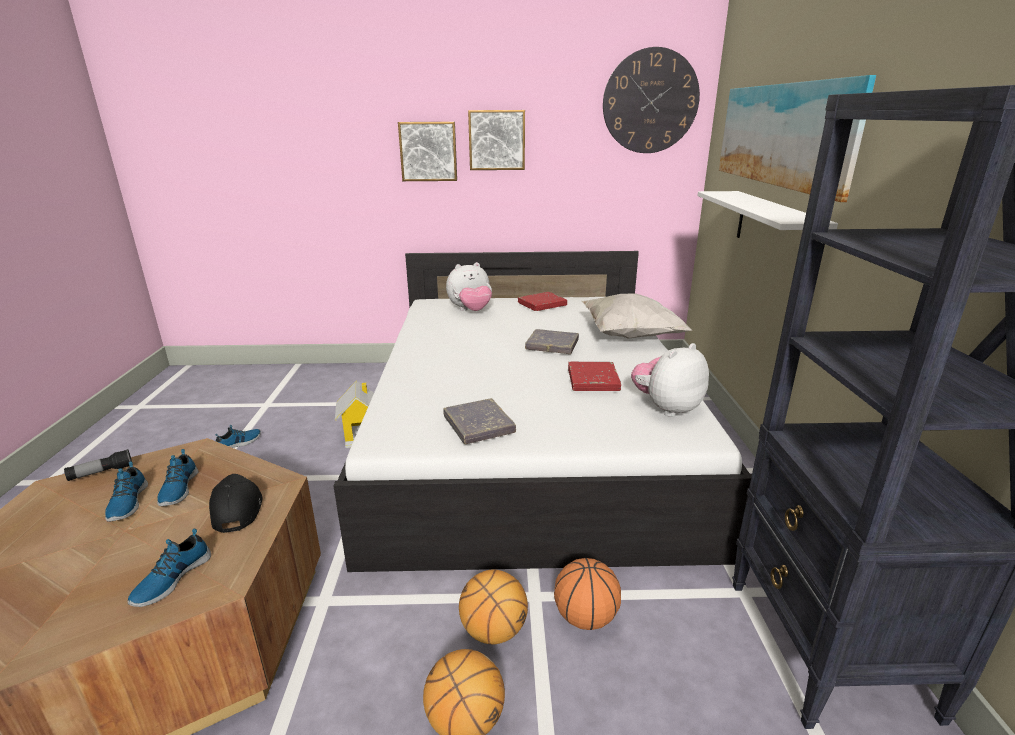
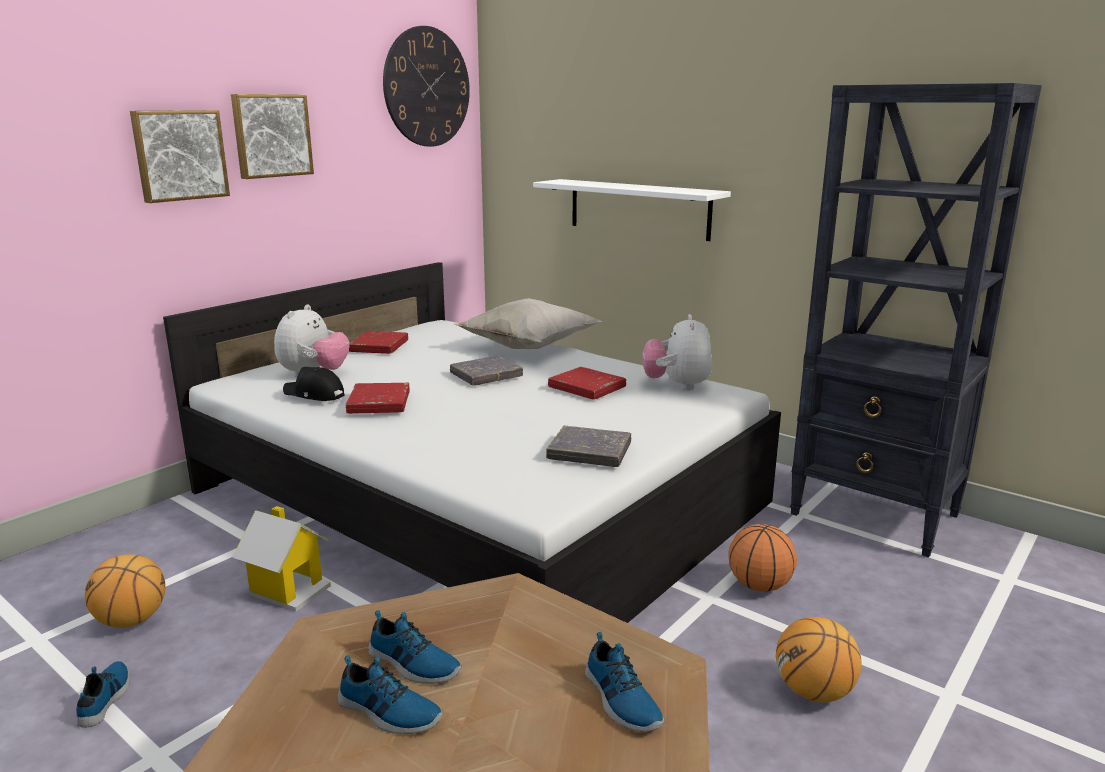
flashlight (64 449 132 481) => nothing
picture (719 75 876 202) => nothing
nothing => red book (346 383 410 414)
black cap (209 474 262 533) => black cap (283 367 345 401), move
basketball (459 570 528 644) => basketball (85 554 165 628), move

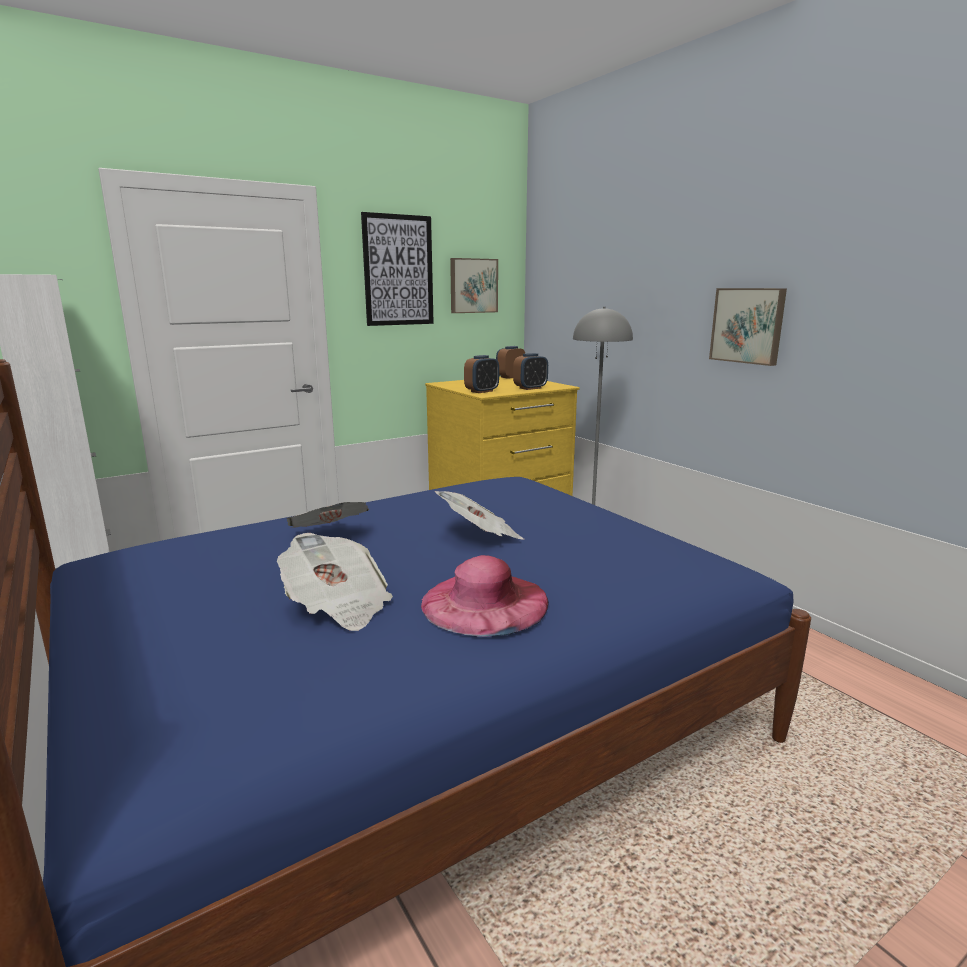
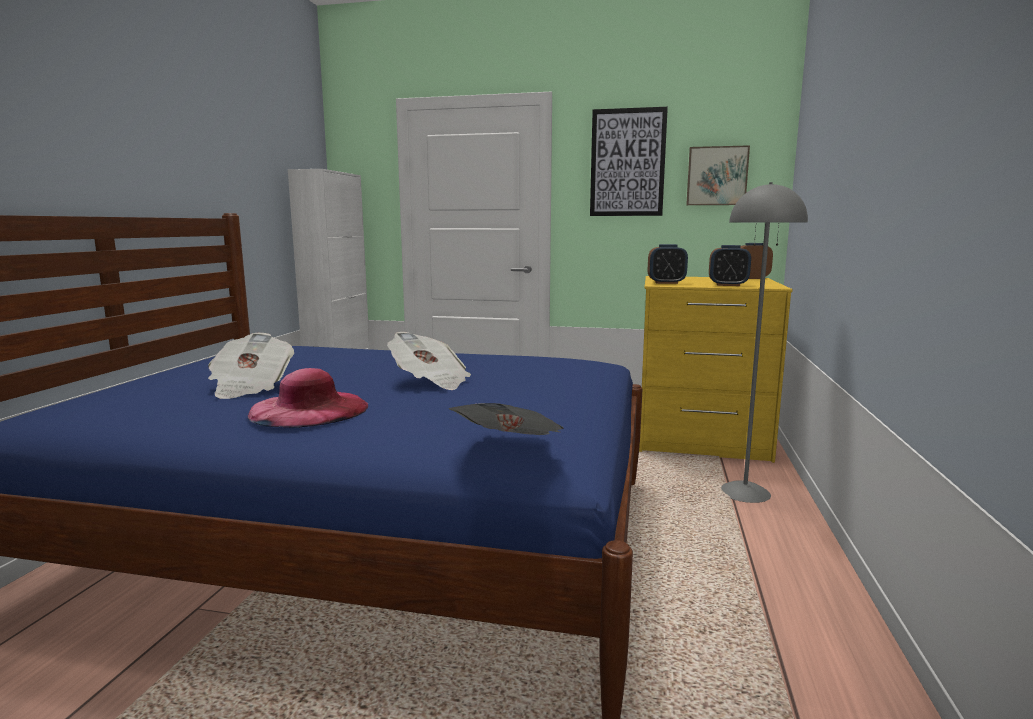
picture (709 288 787 366) => nothing
newspaper (286 502 369 528) => newspaper (448 403 563 435), move

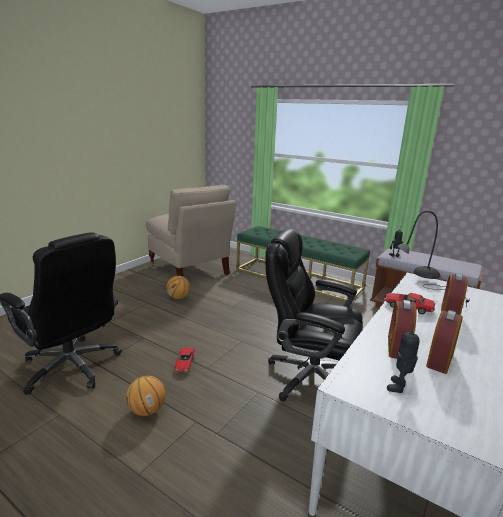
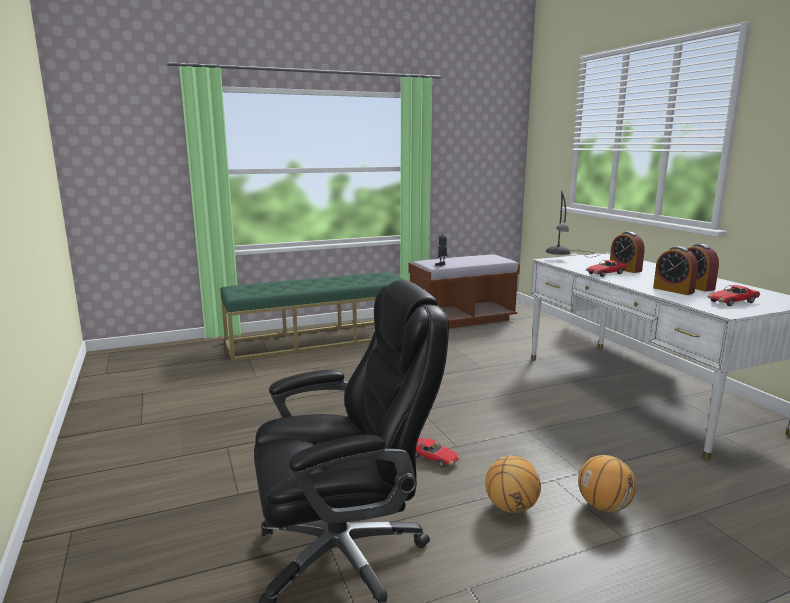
beige chair (146 185 236 277) => nothing
black office chair (265 229 363 401) => nothing
basketball (166 276 190 299) => basketball (578 455 636 512), move
toy robot (387 324 420 393) => toy car (707 285 760 306)

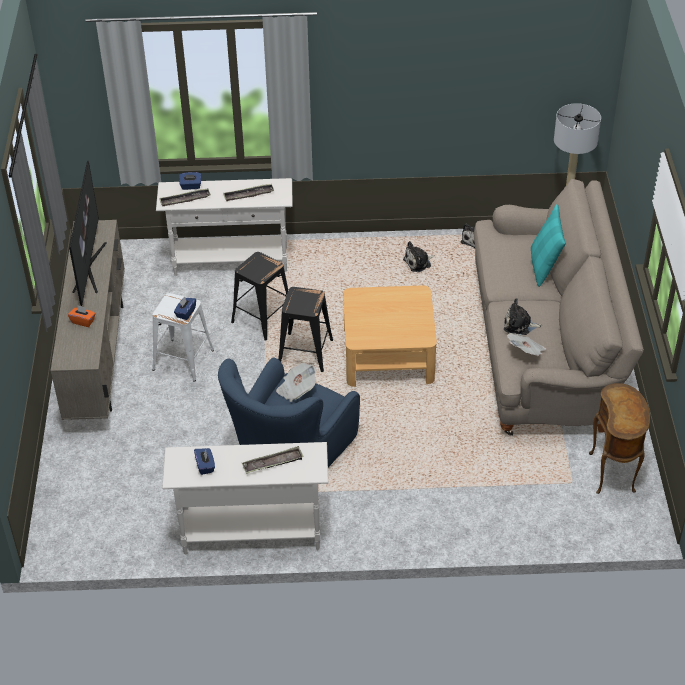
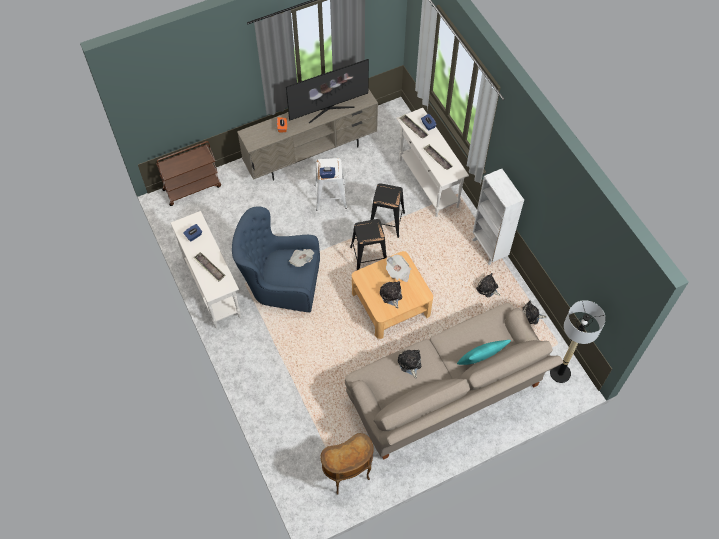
nothing => brown cart (156 141 221 206)
nothing => plush toy (380 281 402 308)
nothing => white bookcase (472 169 524 265)
newspaper (507 333 546 356) => newspaper (386 254 411 282), move

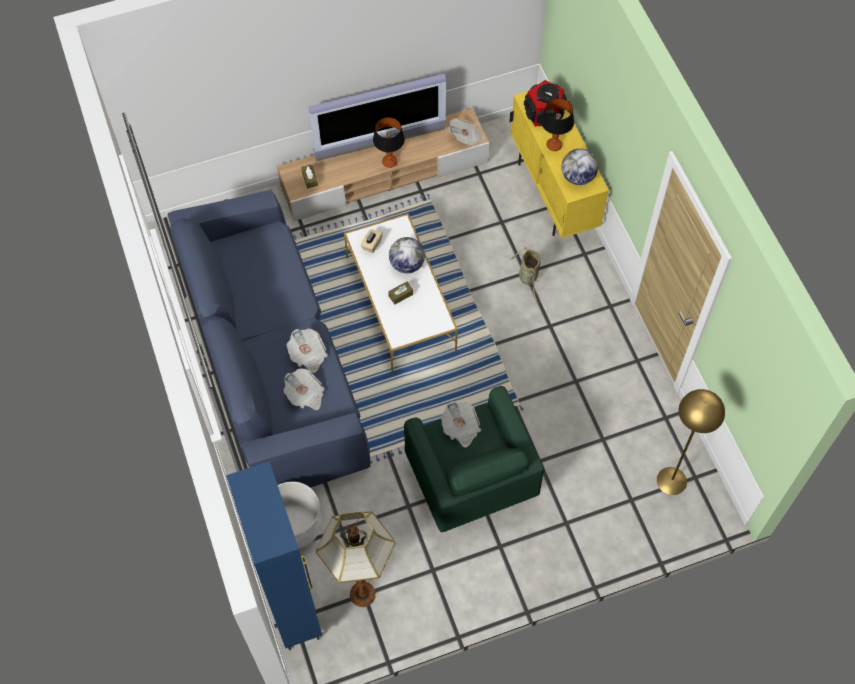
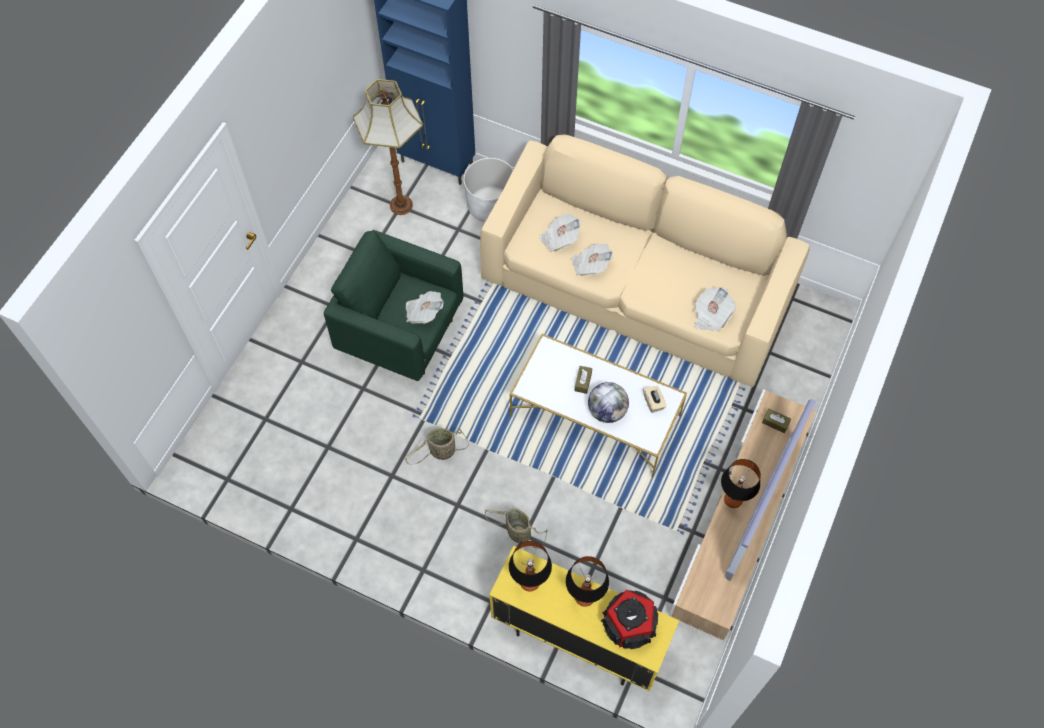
yellow floor lamp (657 389 725 495) => nothing
nothing => basket (405 428 469 465)
newspaper (448 118 485 146) => newspaper (694 287 736 332), move
globe (562 148 598 185) => table lamp (509 541 552 591)
blue sofa (167 190 370 488) => beige sofa (480 134 810 387)

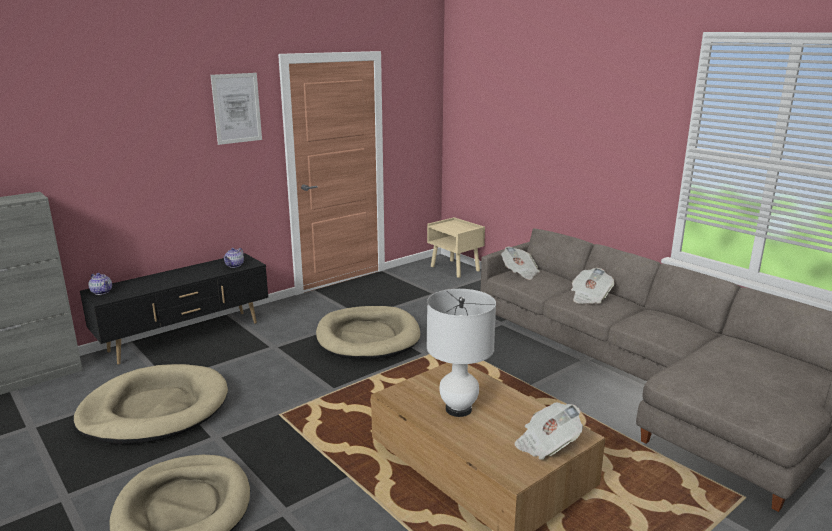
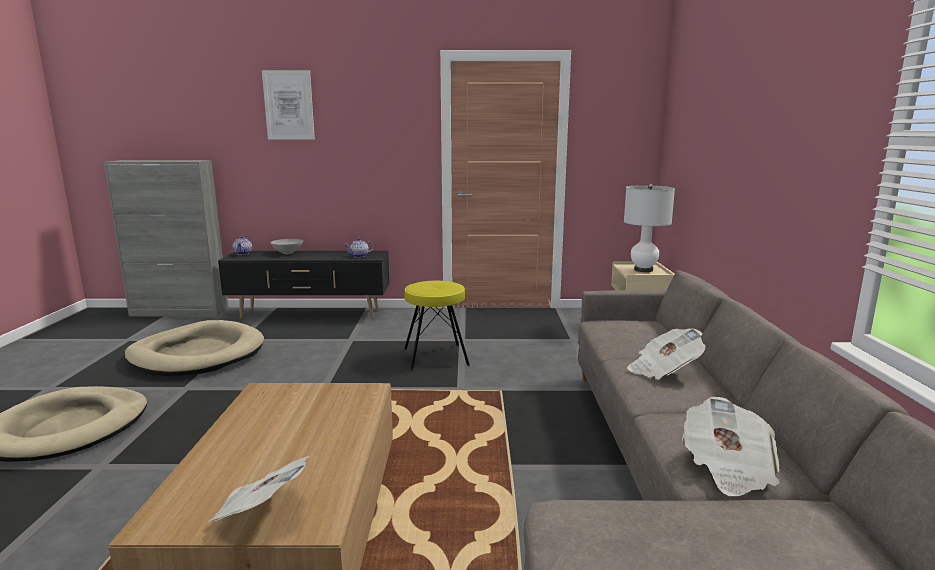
nothing => grey bowl (270 239 303 254)
picture (211 73 262 145) => picture (262 70 315 139), move
white table lamp (427 289 496 417) => white table lamp (624 184 675 272), move
newspaper (501 247 540 280) => newspaper (682 397 780 497), move
beige dog bed (316 306 420 359) => yellow stool (404 281 470 371)

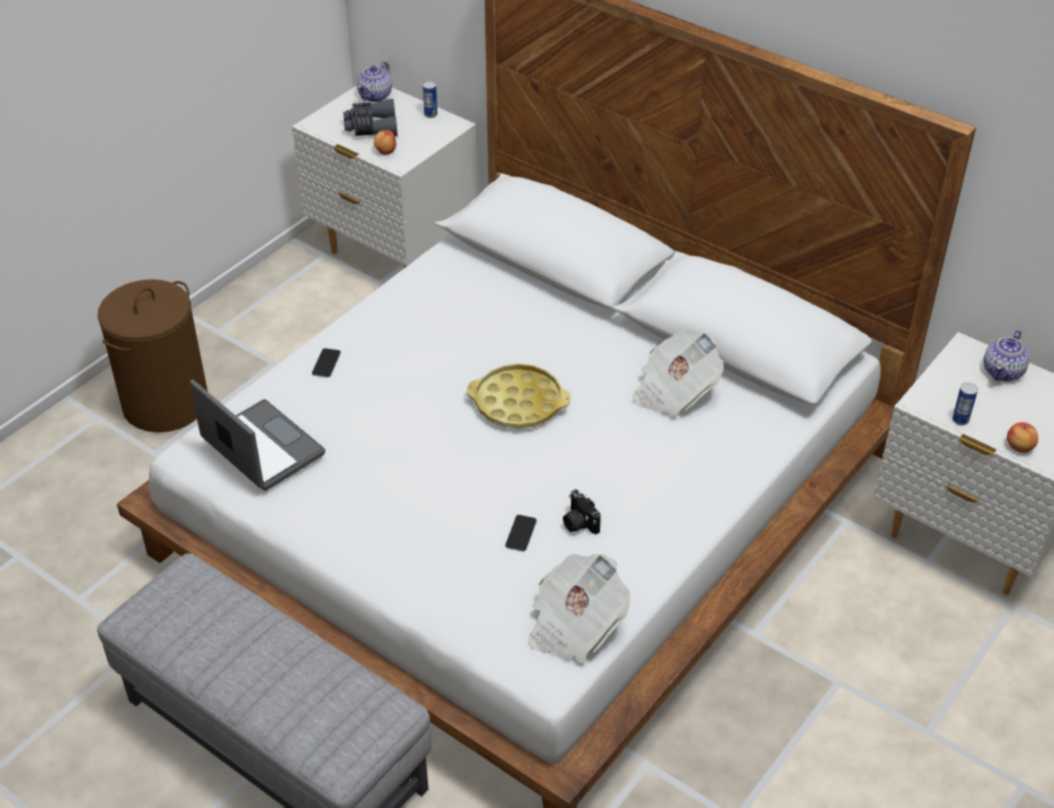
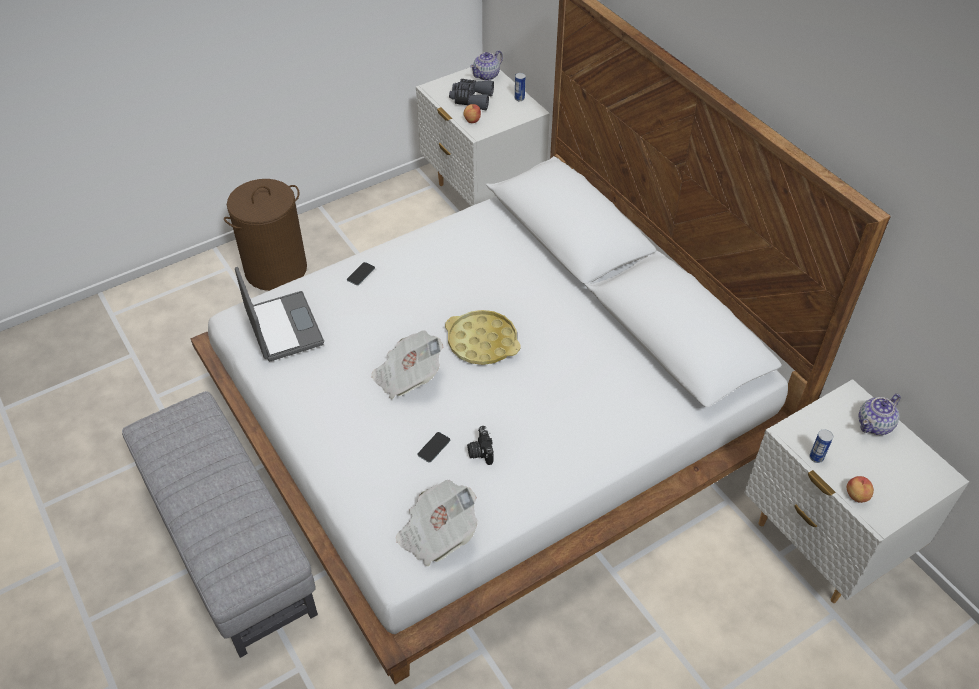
newspaper (632 330 724 417) => newspaper (371 330 443 399), move

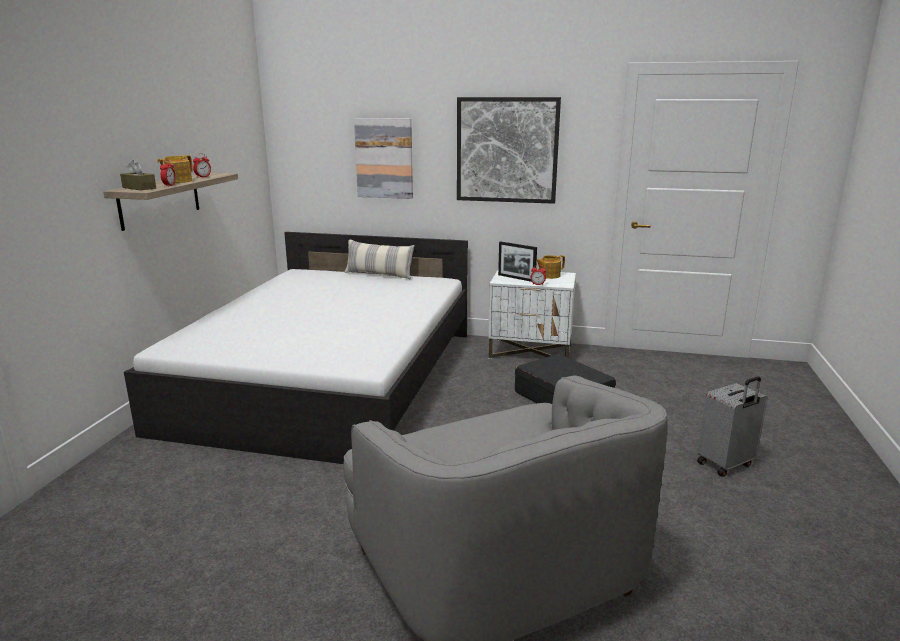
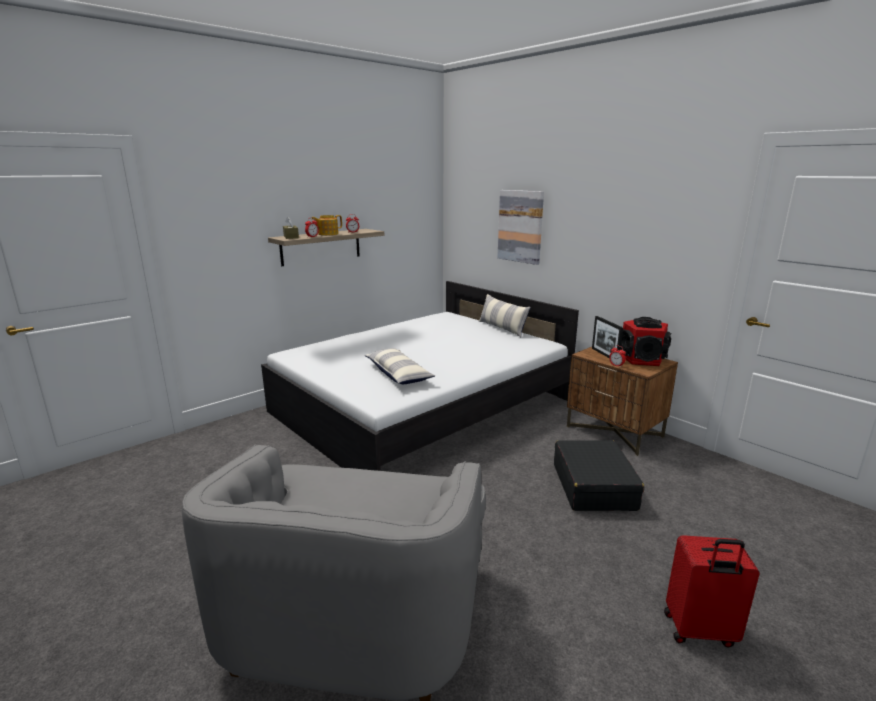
picture (457 97 561 204) => nothing
nothing => pillow (365 348 435 384)
teapot (537 255 565 279) => speaker (621 317 671 366)
white nightstand (488 270 576 359) => brown nightstand (567 347 678 456)
grey suitcase (697 376 768 477) => red suitcase (664 535 760 647)

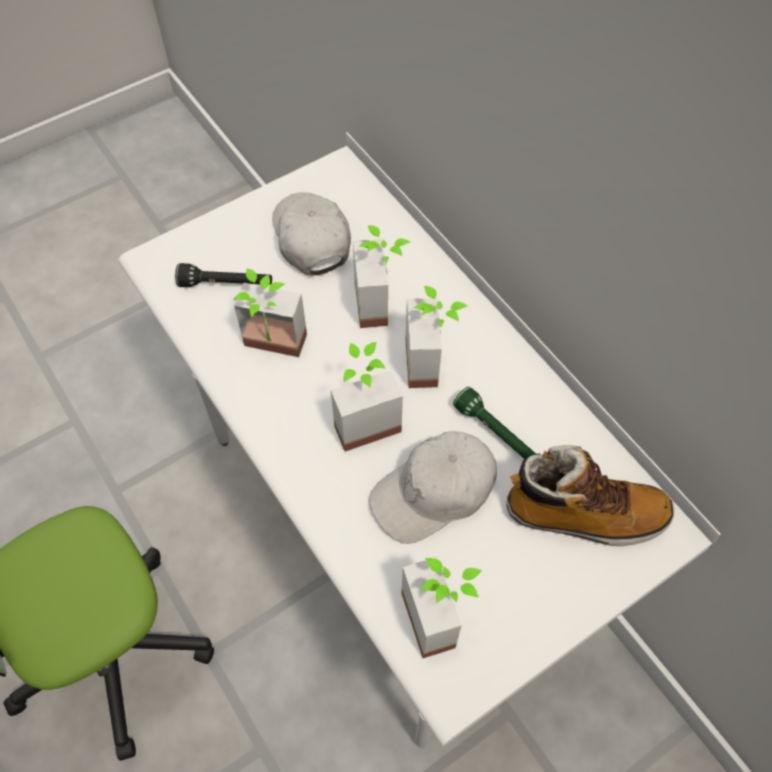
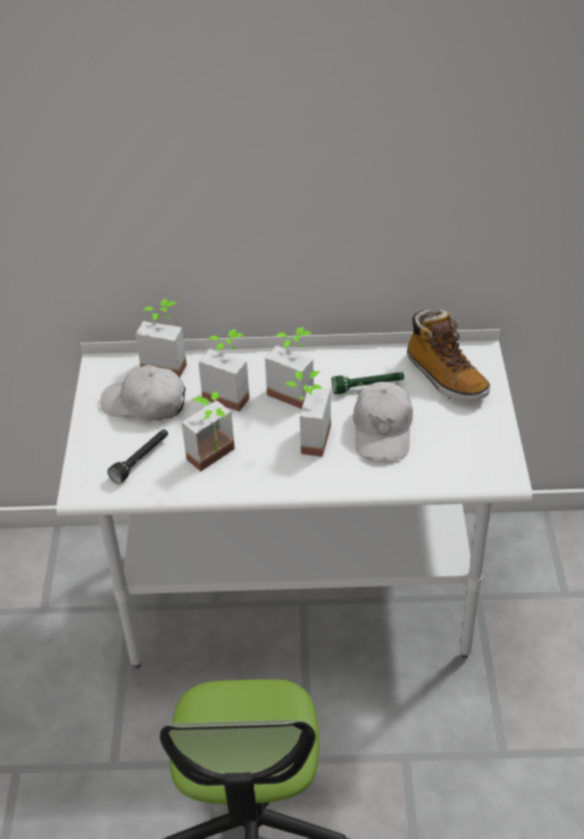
potted plant (401 557 482 658) => potted plant (135 299 187 377), move
boot (506 445 675 546) => boot (407 309 490 401), 105 degrees clockwise

